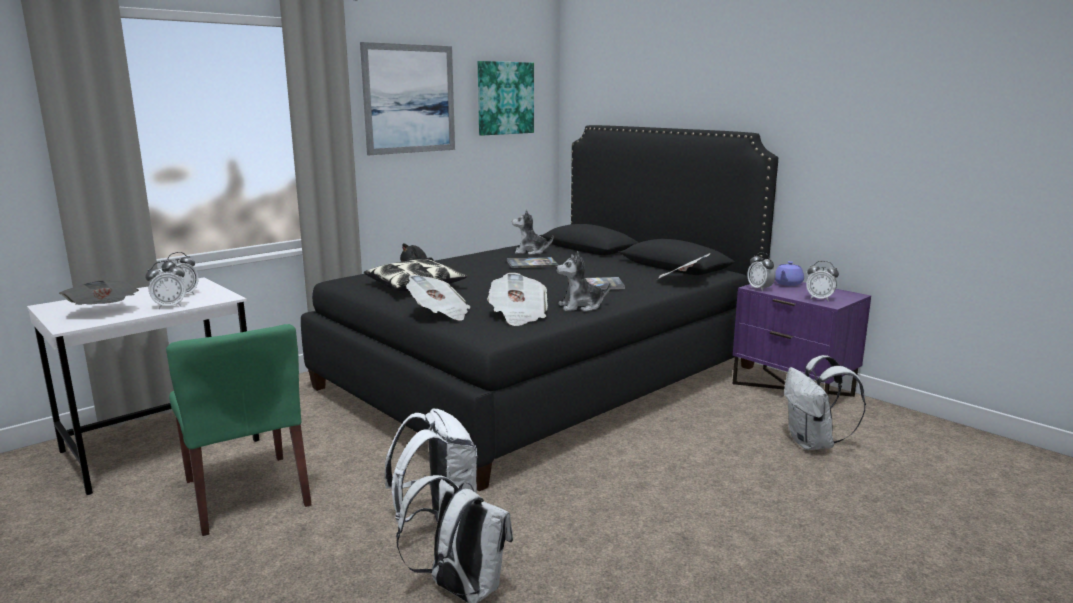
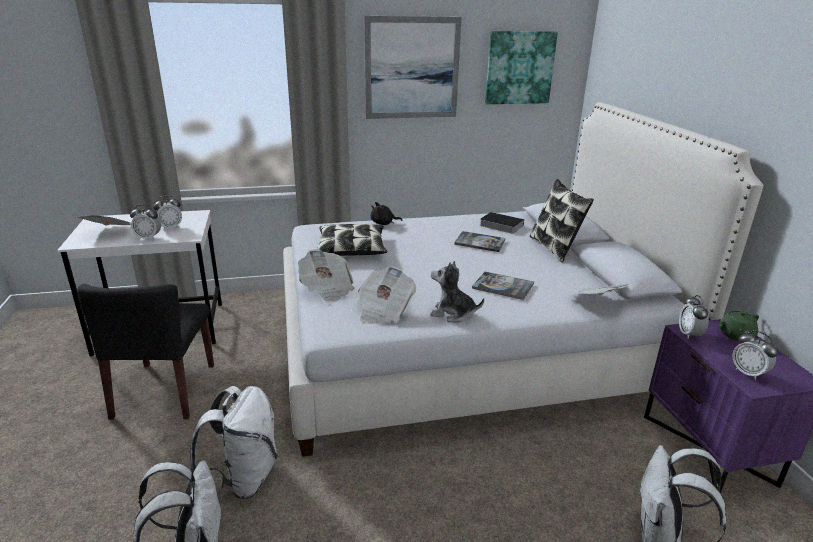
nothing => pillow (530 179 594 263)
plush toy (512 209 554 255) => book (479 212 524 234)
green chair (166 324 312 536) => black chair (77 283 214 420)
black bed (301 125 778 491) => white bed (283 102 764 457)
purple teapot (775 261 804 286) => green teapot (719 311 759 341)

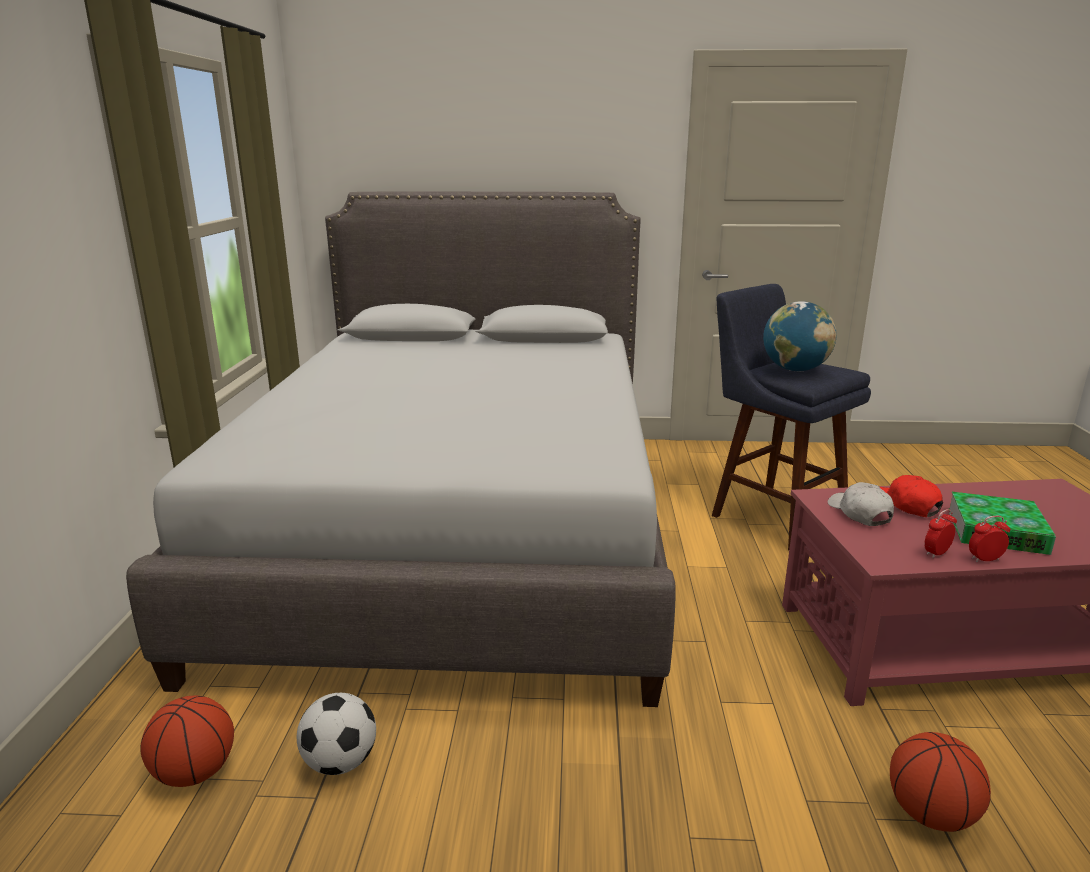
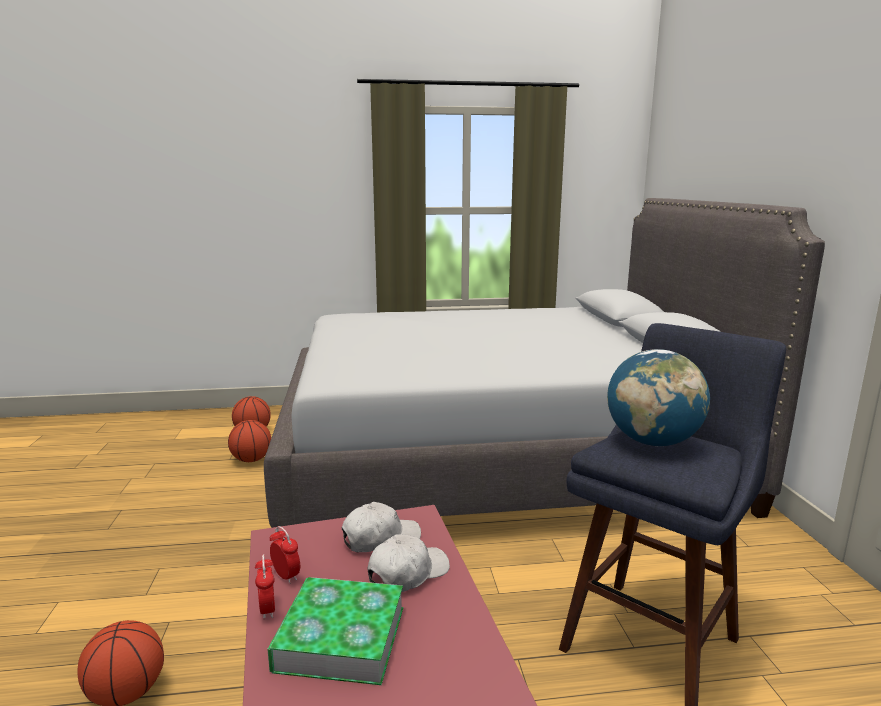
football (297 693 376 775) => basketball (228 420 271 462)
red cap (880 475 943 517) => white cap (368 534 450 592)

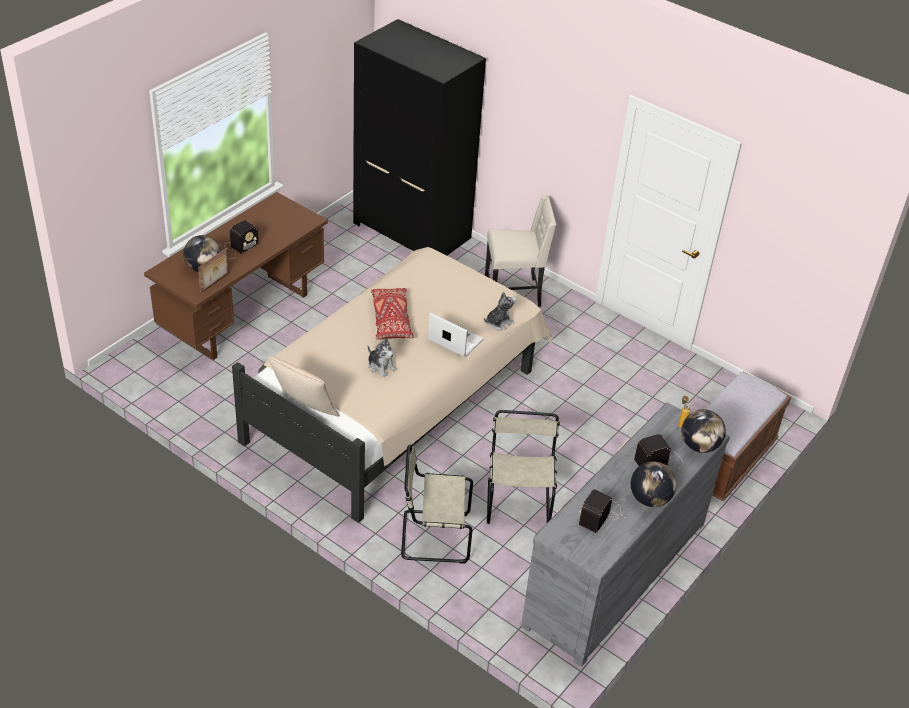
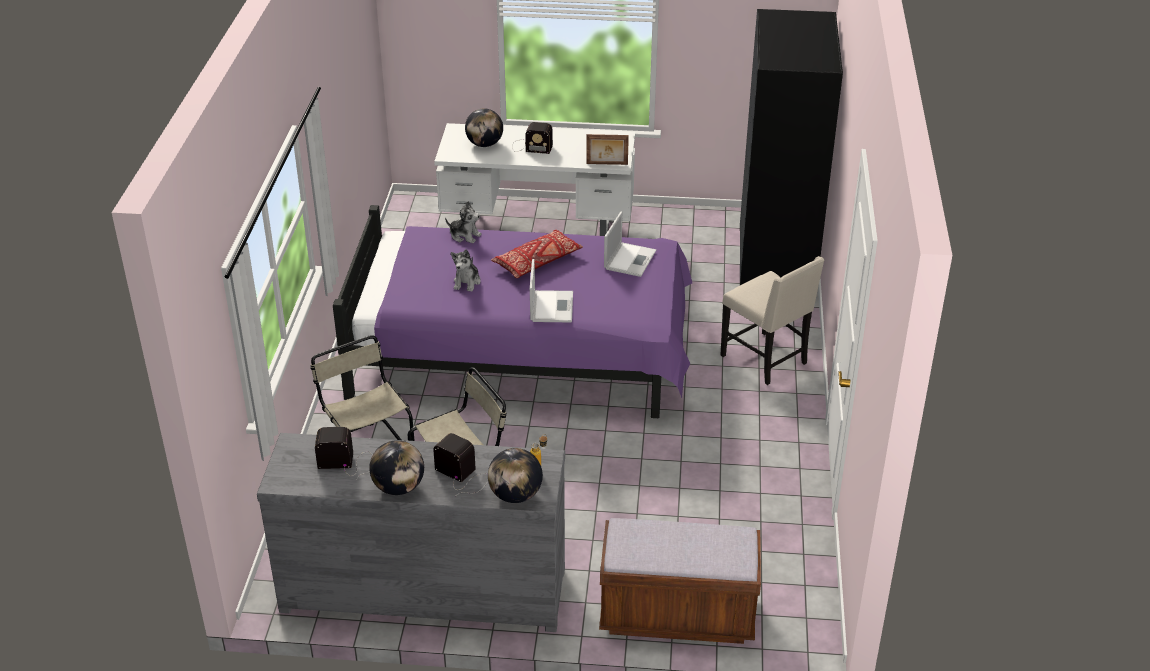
beige pillow (267 356 340 416) => nothing
nothing => laptop (604 212 656 277)
picture frame (198 248 229 293) => picture frame (586 134 629 165), move
plush toy (484 292 516 330) => plush toy (445 201 482 243), move
brown desk (144 192 328 360) => white desk (434 123 635 236)
beige bed (232 247 553 523) => purple bed (333 205 692 418)

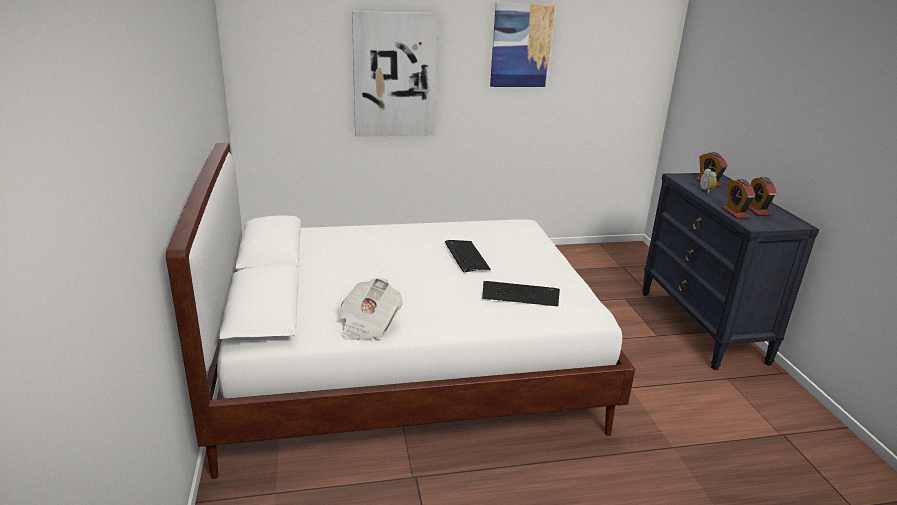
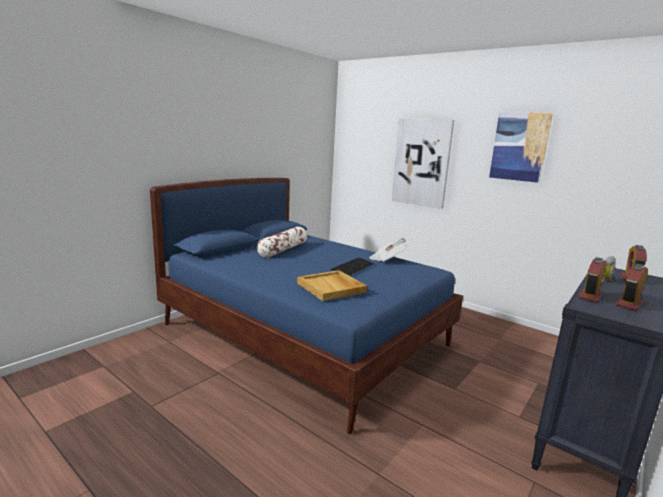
nothing => pillow (257 227 307 258)
newspaper (340 278 403 340) => newspaper (369 238 408 262), move
keyboard (482 281 560 307) => beige tray (297 270 367 301)
white bed (166 143 635 479) => blue bed (150 178 463 434)

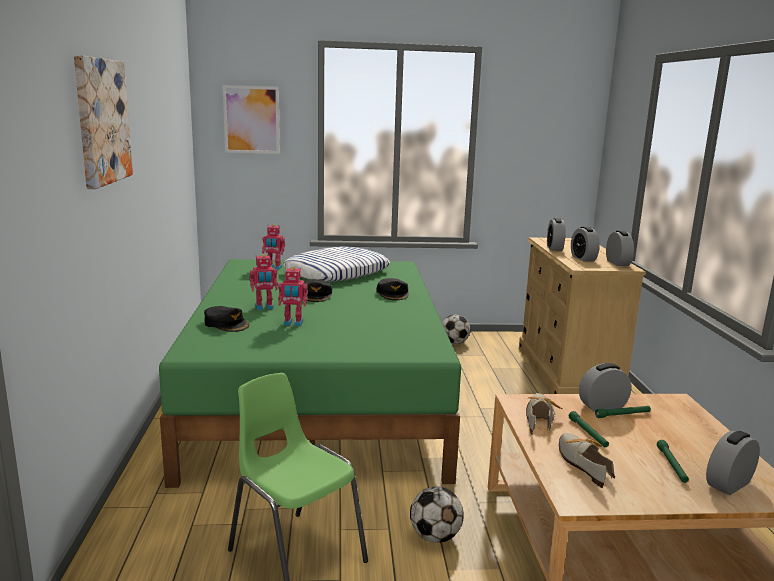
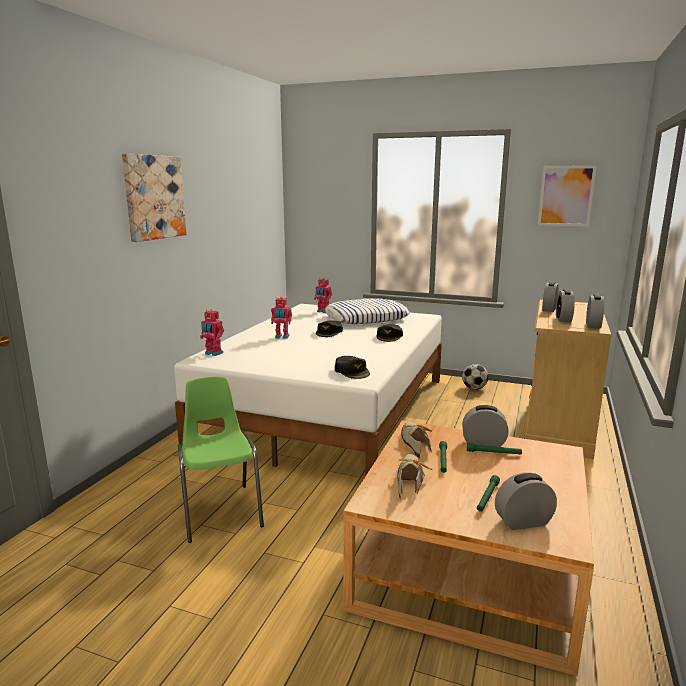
football (410 486 464 543) => nothing
black cap (204 306 250 332) => black cap (335 356 370 379), move
picture (223 85 280 154) => picture (538 165 597 227), move
toy robot (278 267 308 326) => toy robot (200 309 224 356), move
green bed (159 259 461 488) => white bed (174 304 442 477)
shoe (526 393 563 435) => shoe (401 422 432 459), 45 degrees counterclockwise

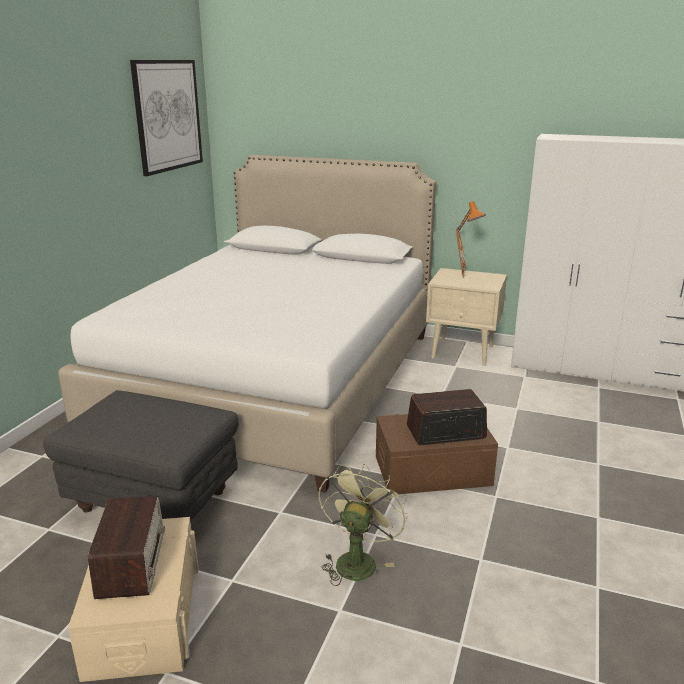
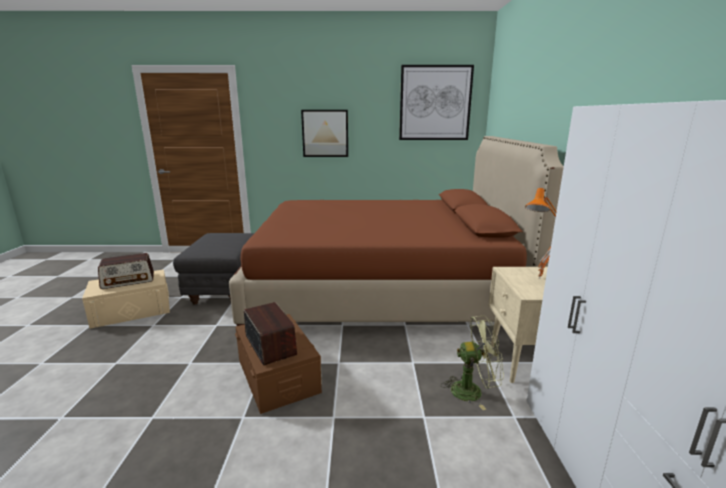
nothing => picture (301 110 348 157)
green fan (319 464 407 586) => green fan (441 316 504 410), move
white bed (58 155 436 493) => brown bed (229 136 564 326)

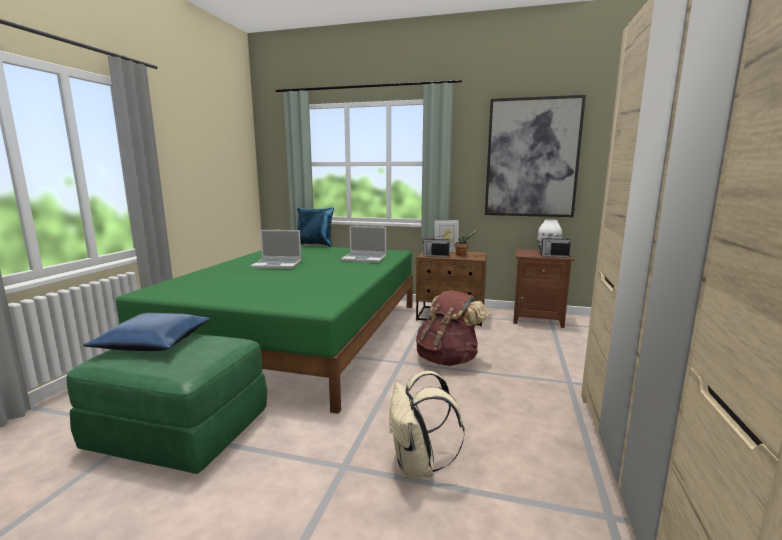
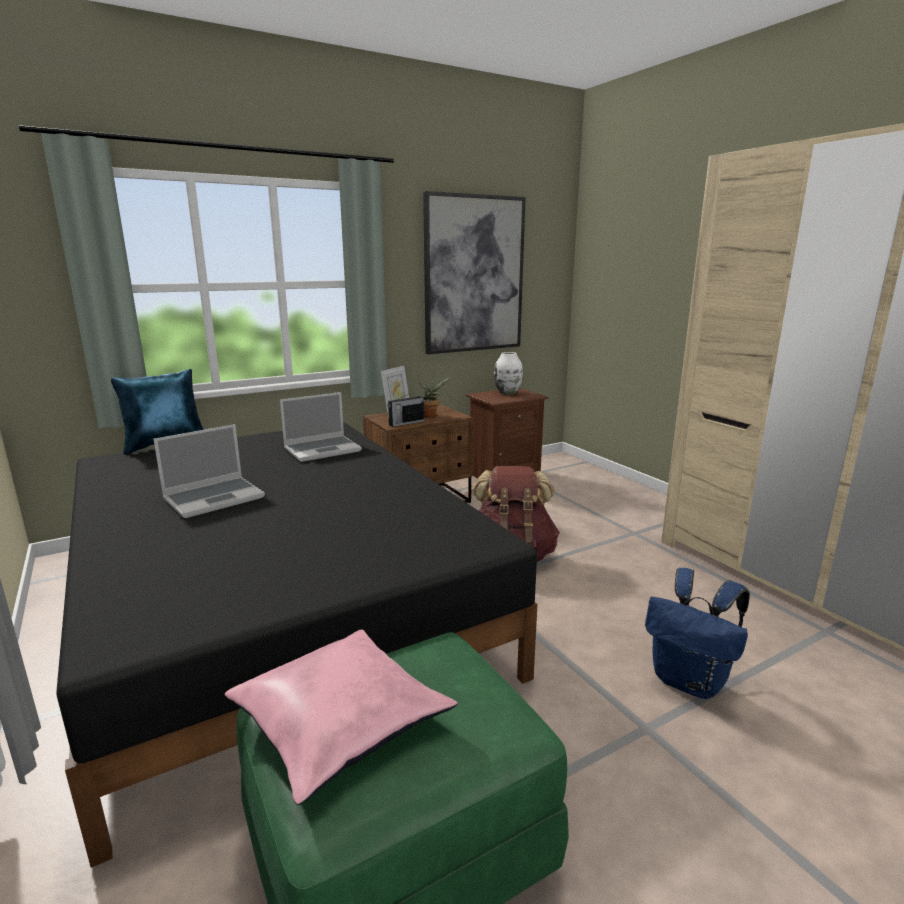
radio (541 234 571 257) => nothing
blue pillow (83 313 210 351) => pink pillow (225 630 458 805)
green bed (116 246 413 414) => black bed (56 422 538 868)
beige backpack (389 371 465 479) => blue backpack (645 568 750 699)

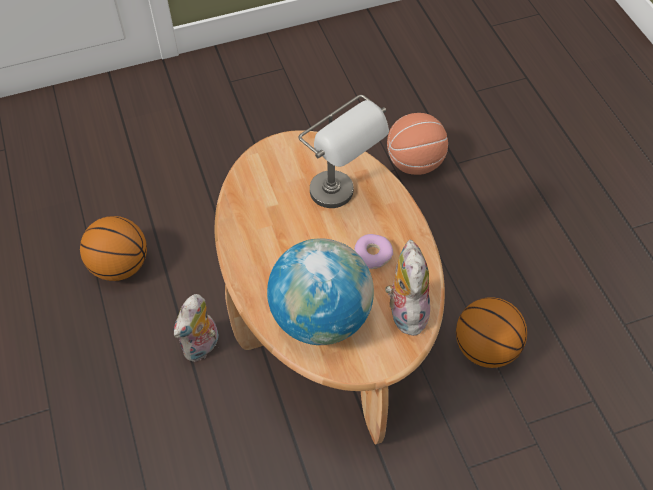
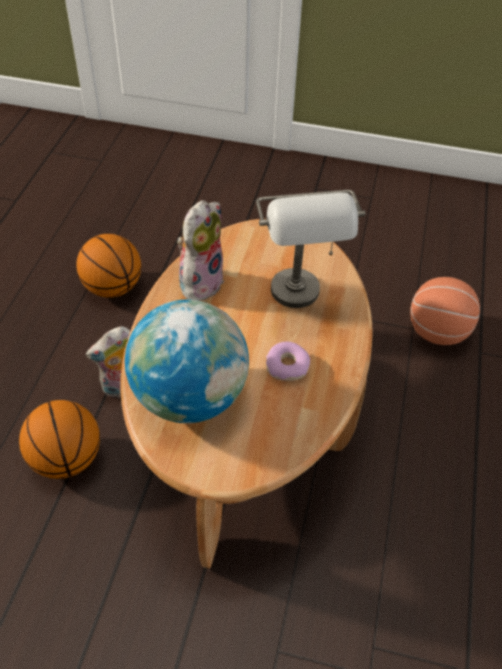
plush toy (386 240 430 336) => plush toy (177 200 224 301), move
basketball (456 297 527 368) => basketball (19 400 100 479), move

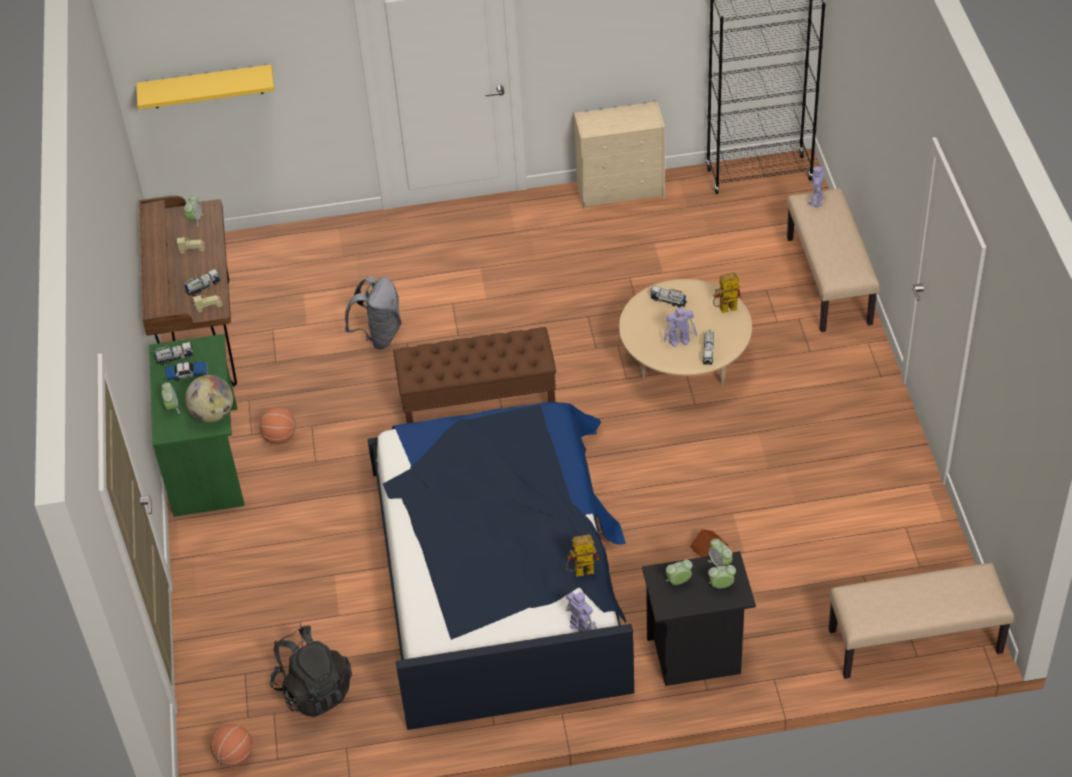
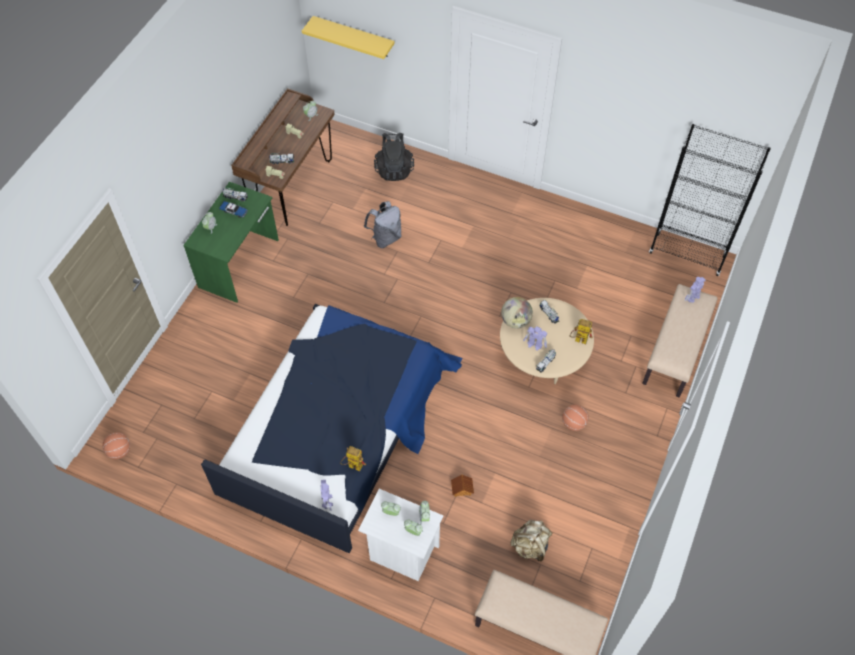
brown bench (393 327 556 423) => nothing
beige dresser (574 101 665 210) => nothing
nothing => beige backpack (510 520 553 562)
globe (185 375 233 422) => globe (501 297 533 329), move
basketball (260 408 296 444) => basketball (562 404 589 431), move
black backpack (270 626 352 717) => black backpack (374 133 414 181), move
black nightstand (642 551 756 686) => white nightstand (358 489 443 581)

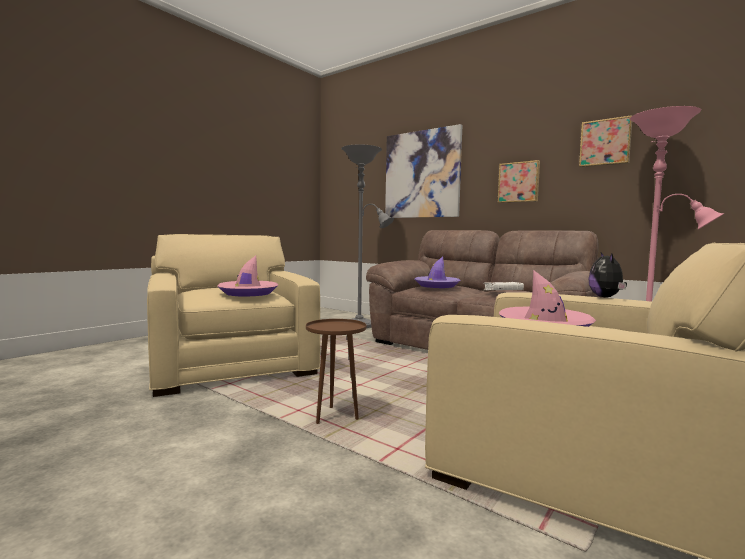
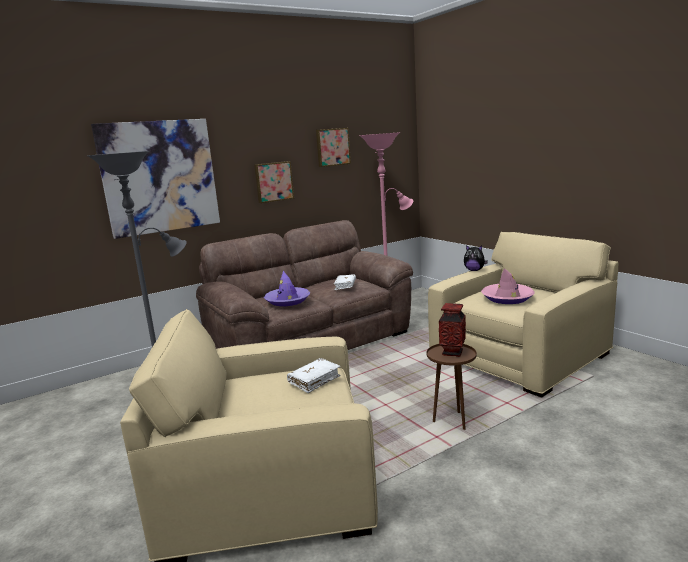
nothing => vase (439 303 466 357)
pink hat (217 255 278 297) => white book (287 358 340 393)

